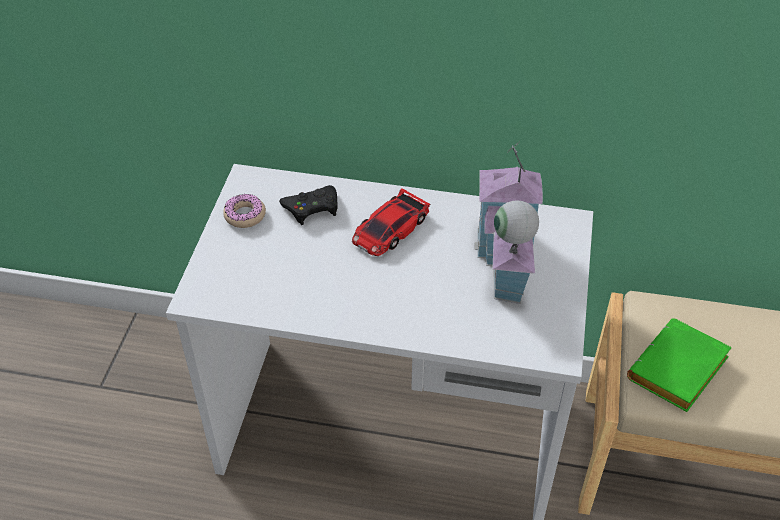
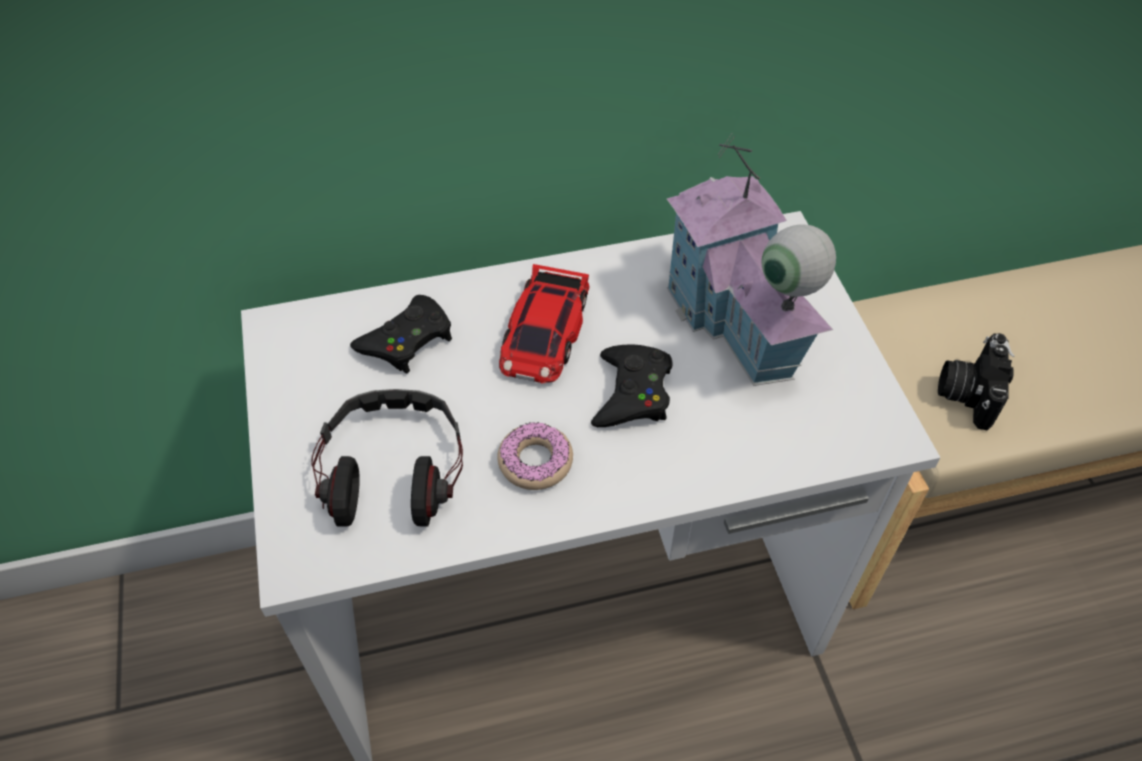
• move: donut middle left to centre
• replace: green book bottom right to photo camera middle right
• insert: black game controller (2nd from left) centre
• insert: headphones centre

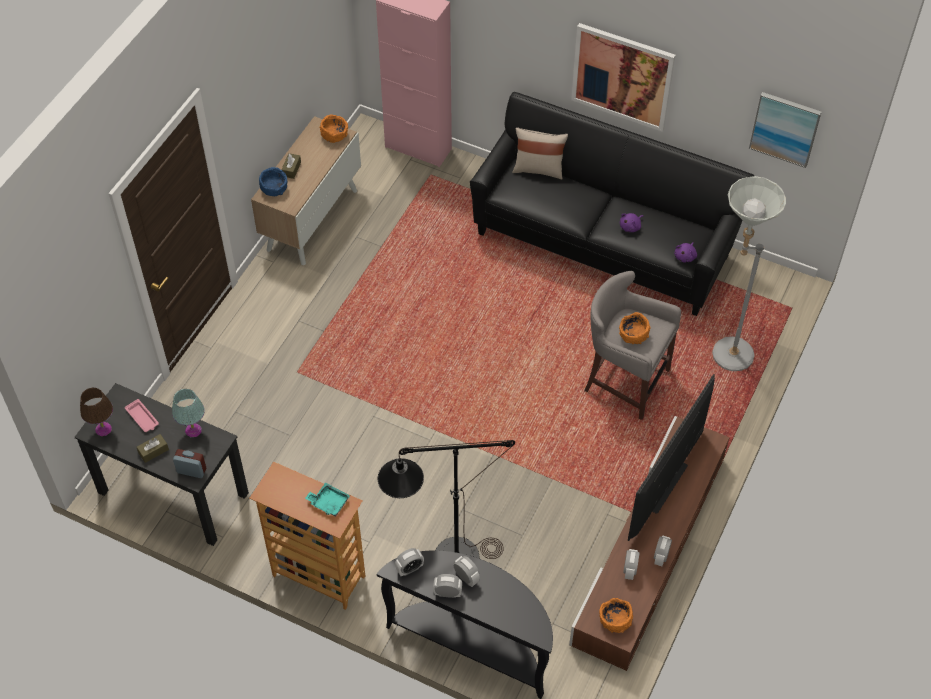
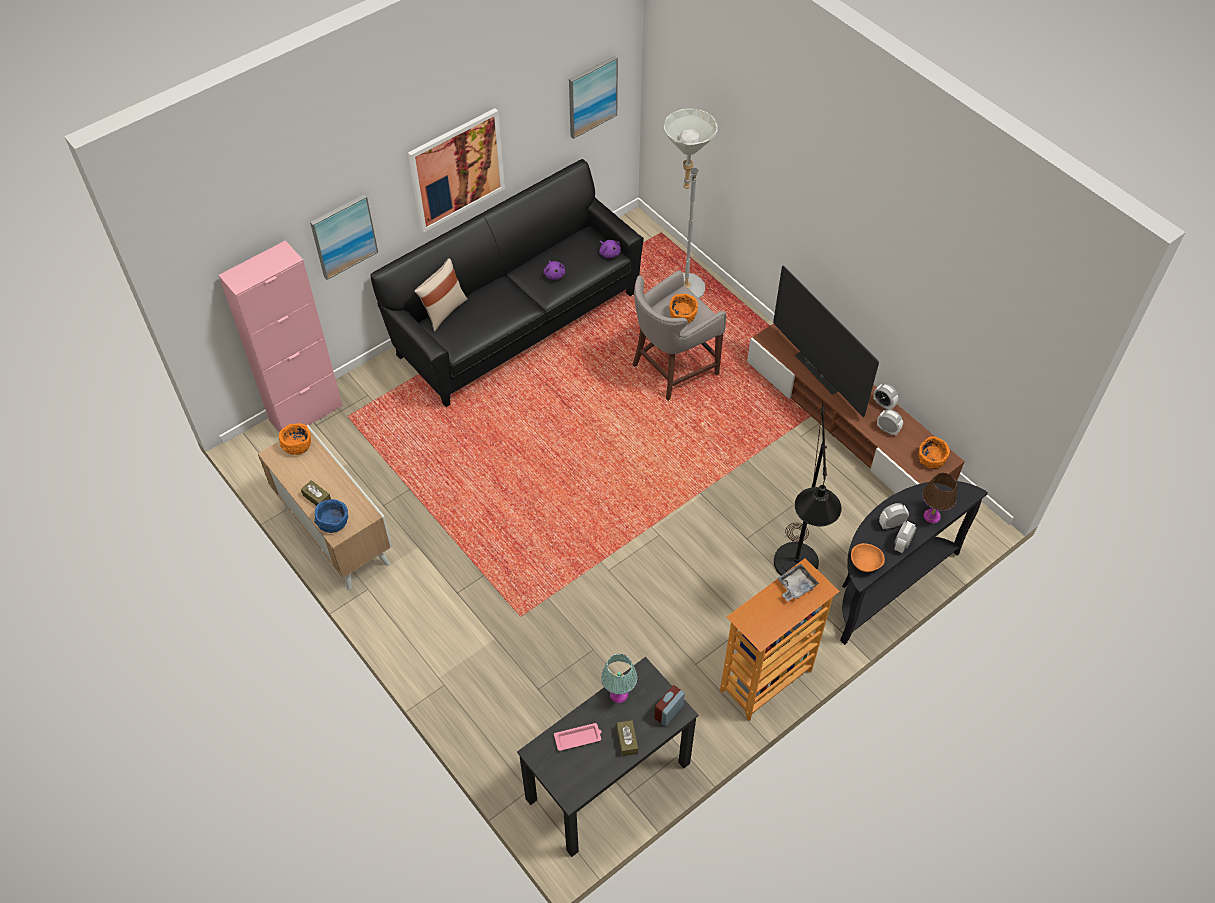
• move: brown table lamp middle left to middle right
• recolor: turquoise tray bottom centre to grey tray centre
• replace: alarm clock (2nd from left) bottom centre to orange bowl (3rd from left) middle right
• insert: picture (1st from left) top left

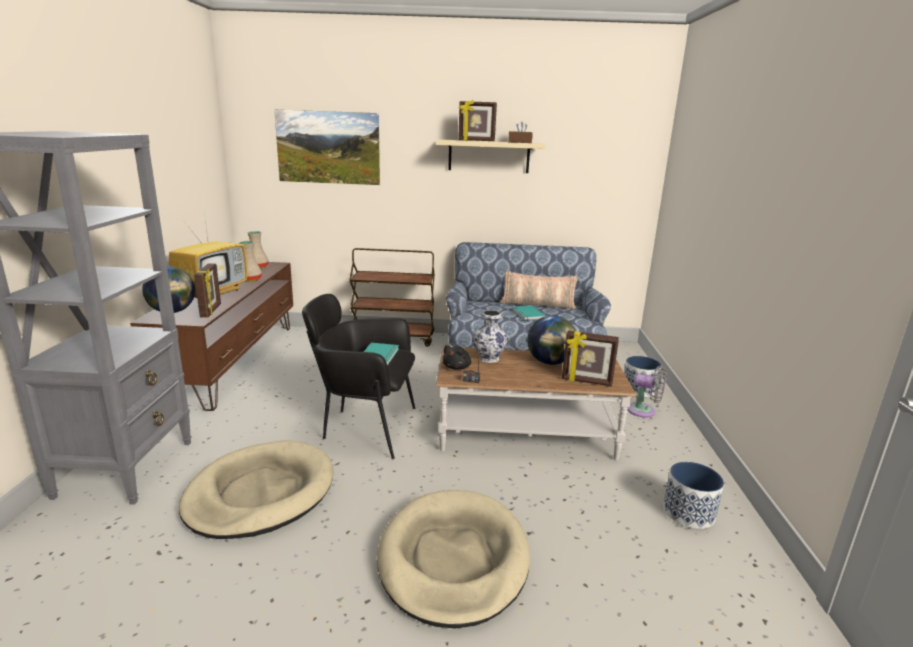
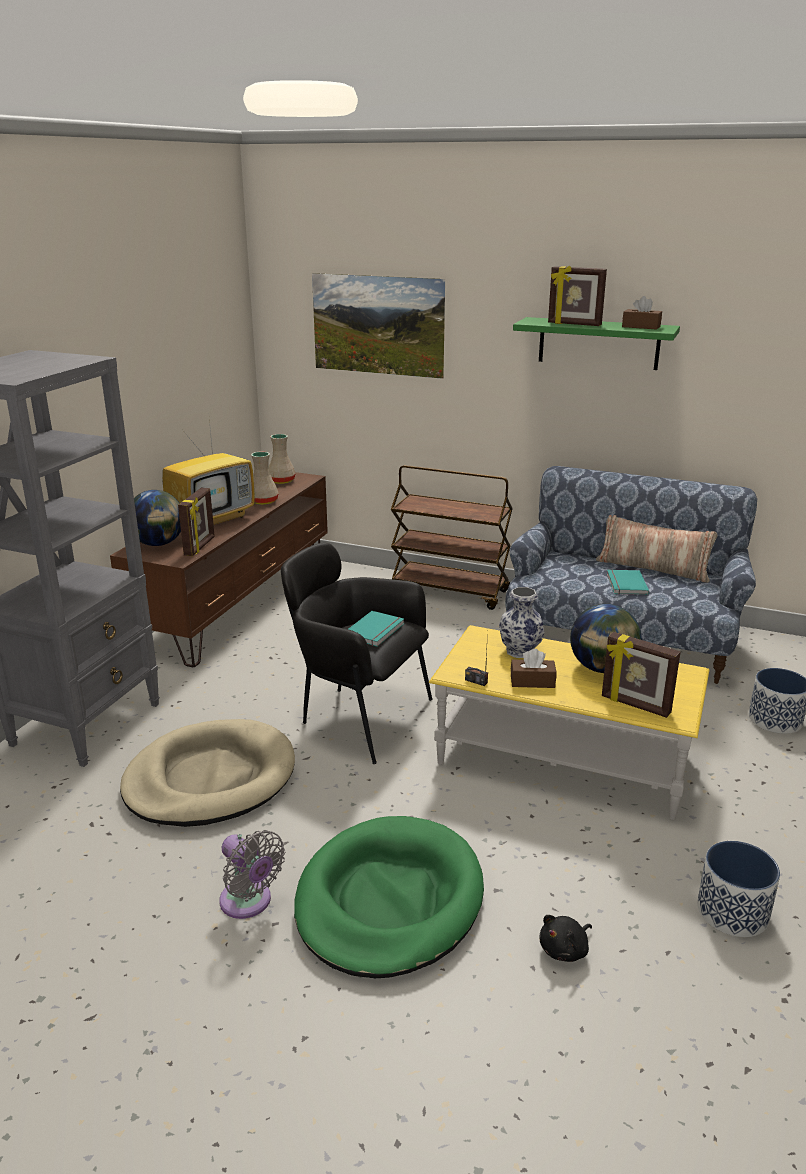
• recolor: beige shelf top centre to green shelf top right
• move: black plush toy centre to bottom right
• recolor: brown coffee table centre to yellow coffee table middle right
• move: grey fan middle right to bottom left
• recolor: beige dog bed (2nd from left) bottom centre to green dog bed bottom centre
• insert: brown tissue box (1st from left) centre

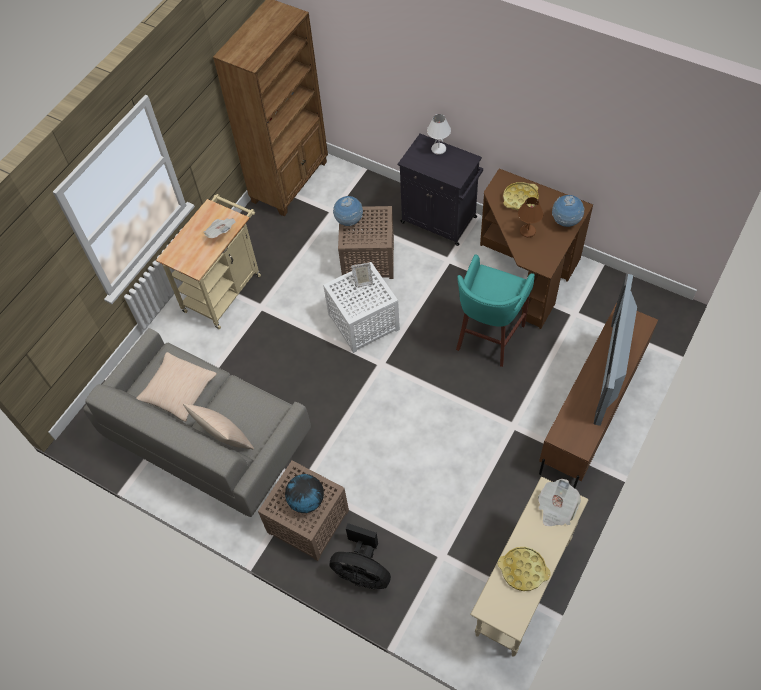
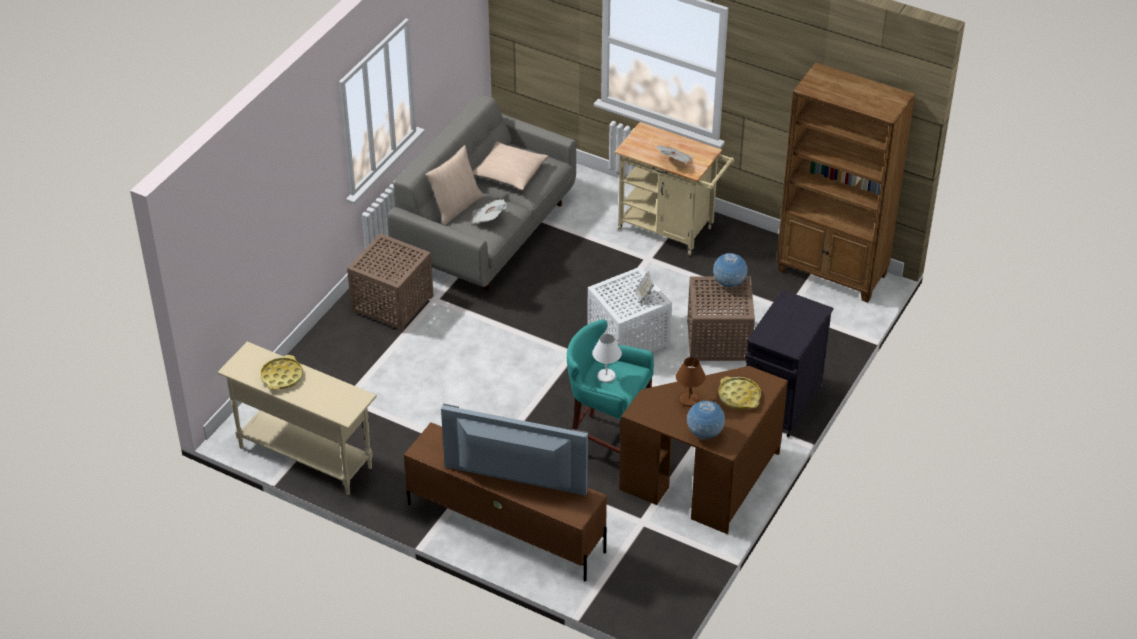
• move: white table lamp top centre to centre
• delete: globe (1st from left) bottom centre
• move: newspaper (2nd from left in the first image) bottom right to newspaper (1st from left) top centre
• delete: black fan bottom centre

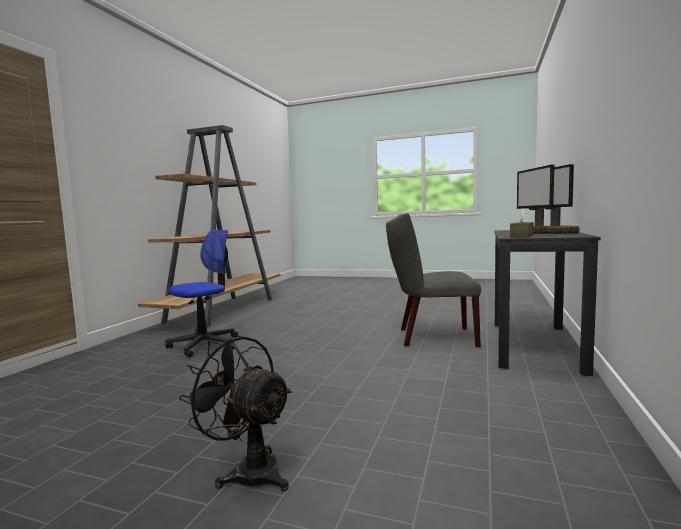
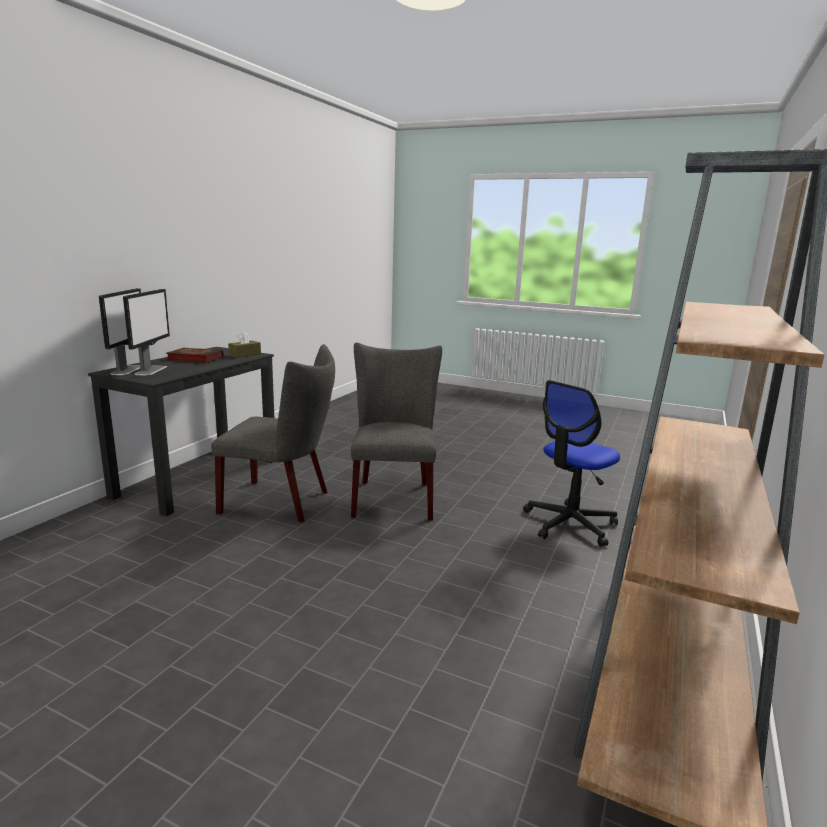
• delete: black fan bottom centre
• insert: grey chair (2nd from left) centre

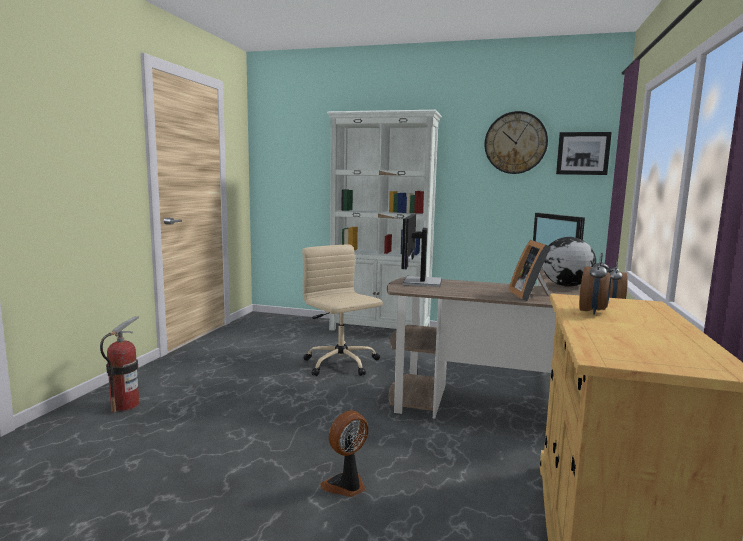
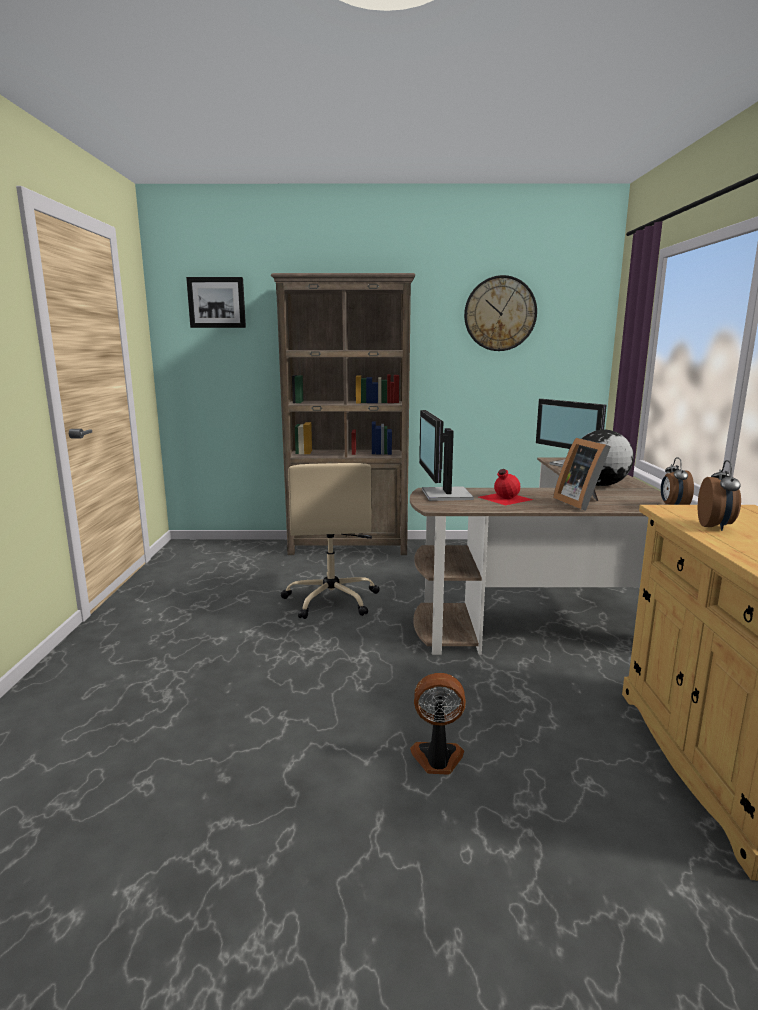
• recolor: white bookcase centre to brown bookcase centre
• move: picture top right to top left
• rotate: beige office chair centre = centre 135 degrees counterclockwise
• delete: fire extinguisher bottom left
• rotate: fan bottom centre = bottom centre 60 degrees clockwise
• insert: red bottle middle right

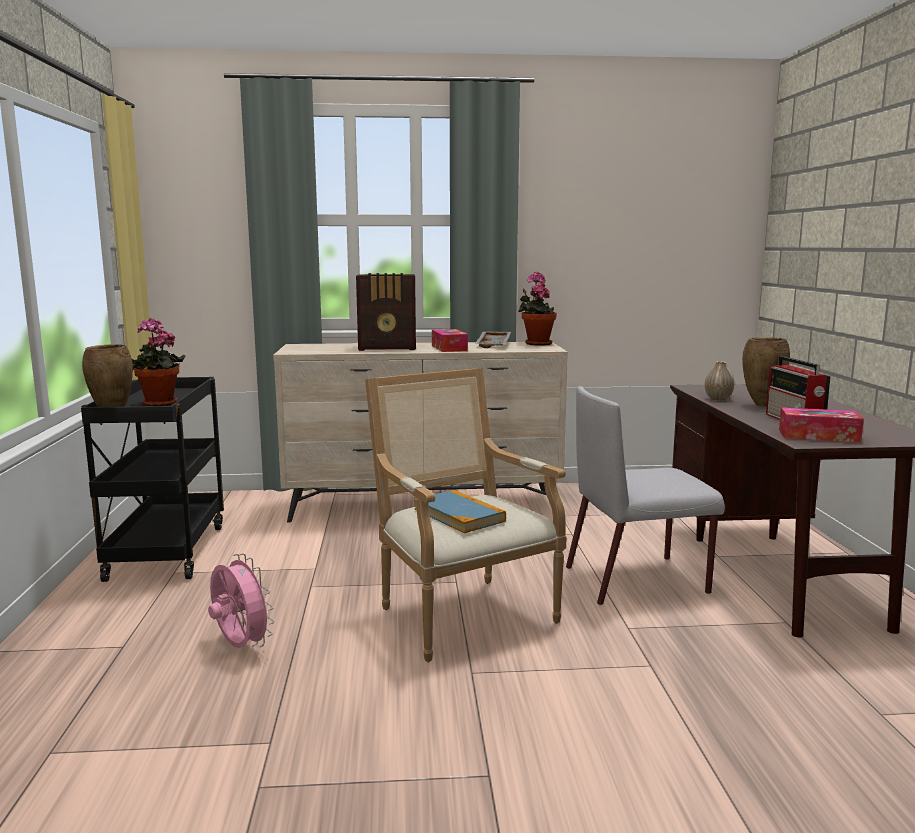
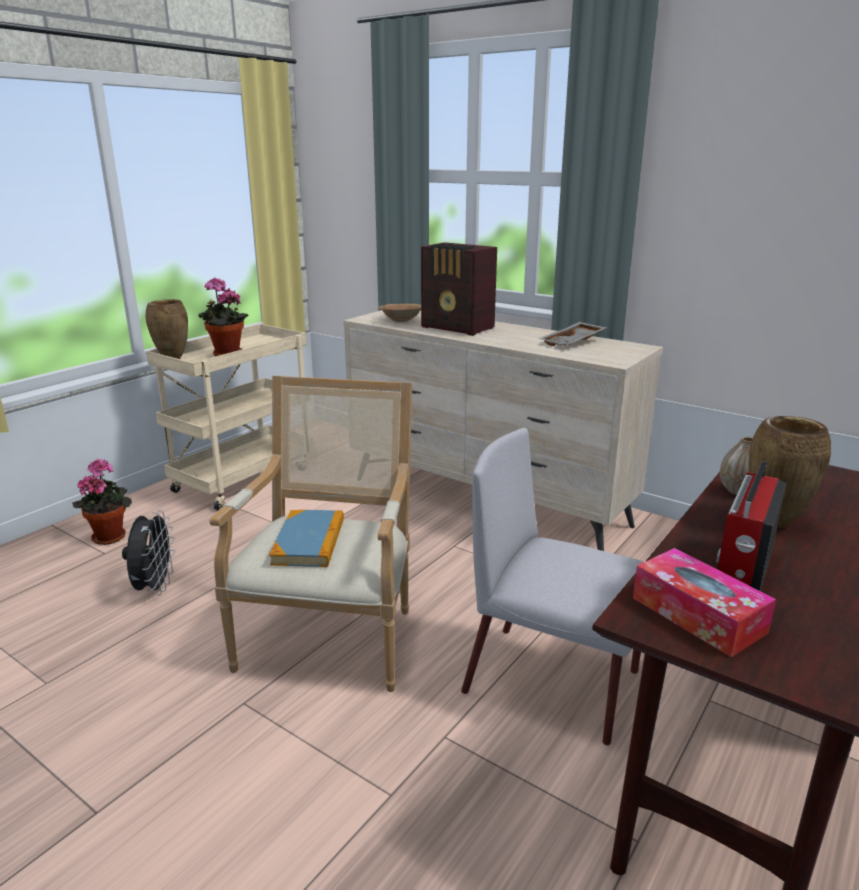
• move: potted plant (2nd from left in the first image) centre to potted plant (1st from left) middle left
• delete: tissue box (1st from left) centre
• recolor: black cart middle left to beige cart middle left
• recolor: pink fan bottom left to black fan middle left
• insert: brown bowl centre

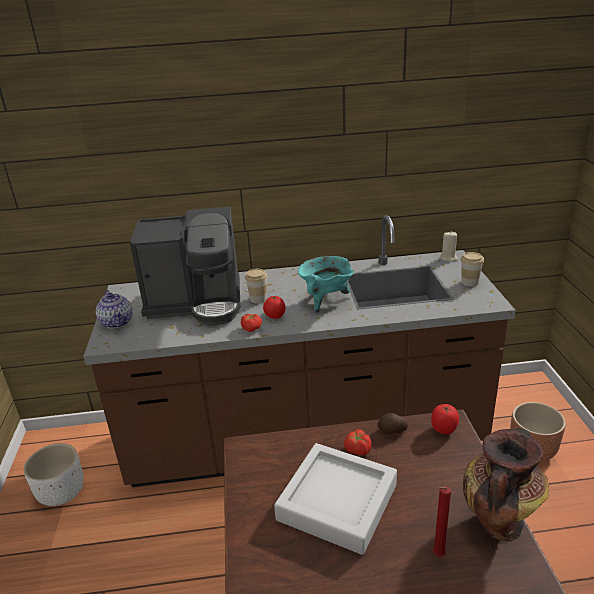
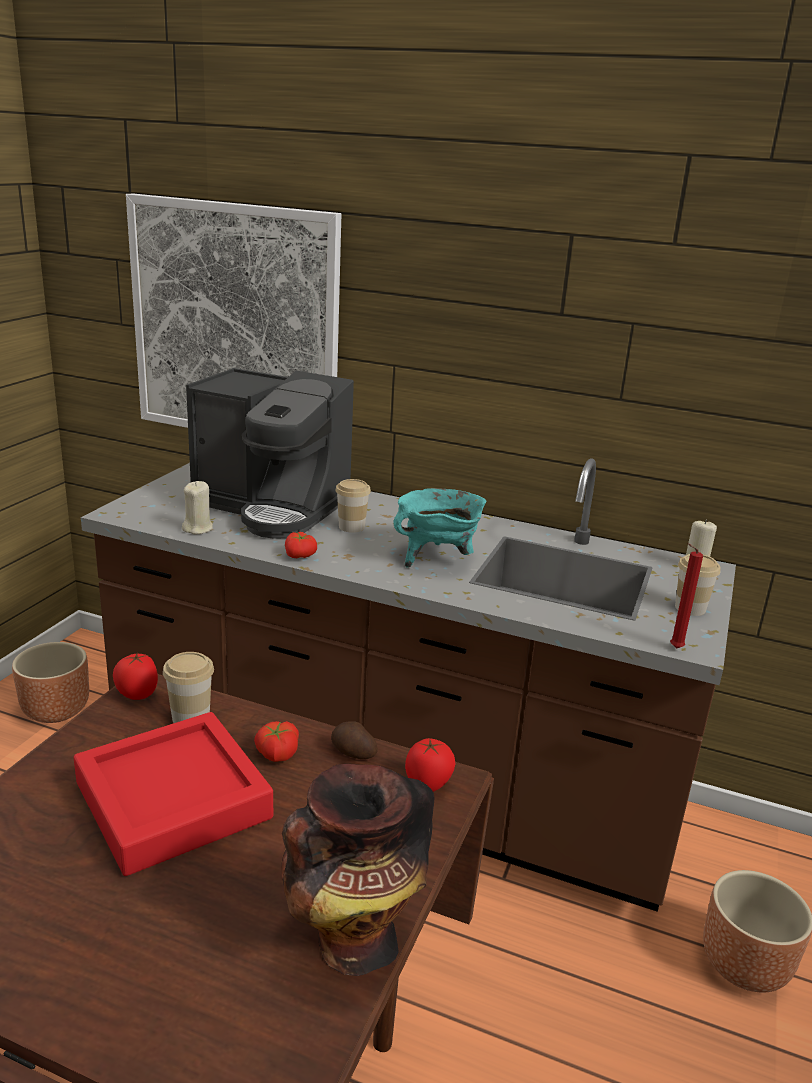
• delete: teapot middle left
• move: tomato (2nd from left in the first image) centre to tomato (1st from left) middle left
• recolor: white planter bottom left to brown planter (1st from left) middle left
• recolor: grey tray bottom centre to red tray bottom left
• move: red candle bottom right to middle right
• insert: picture top left
• insert: beige candle (1st from left) middle left
• insert: cup (1st from left) middle left

